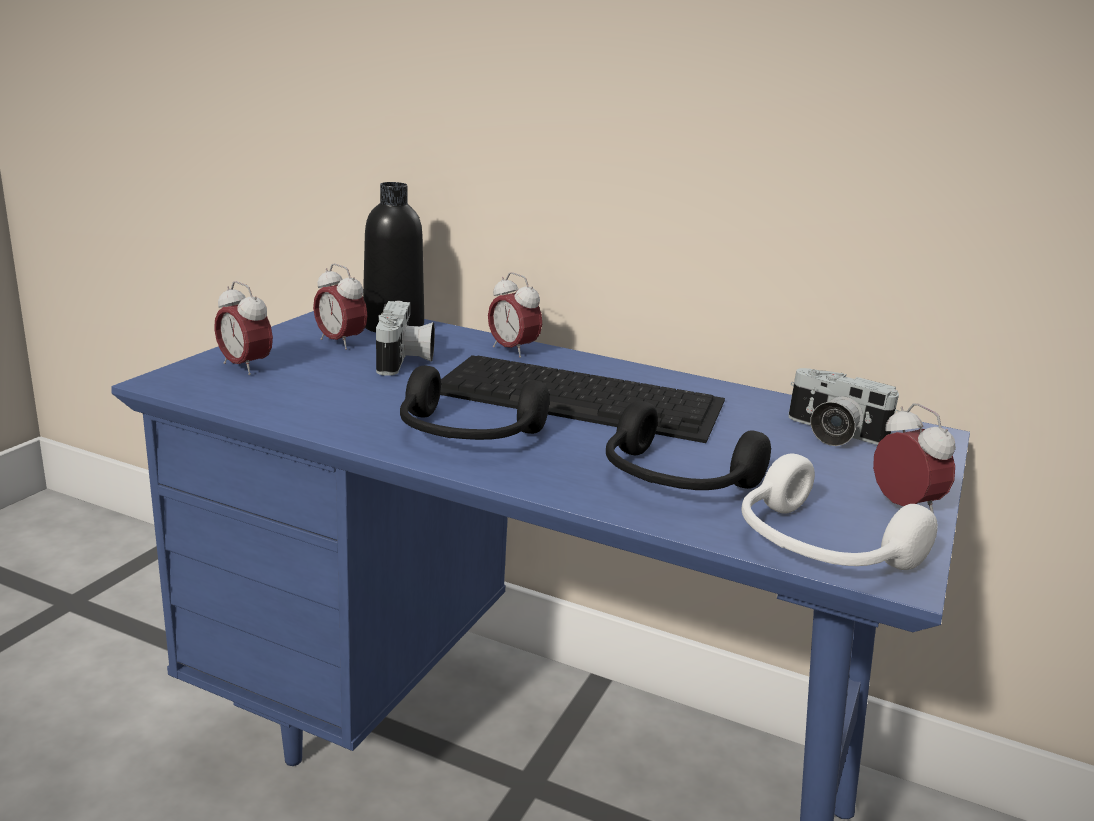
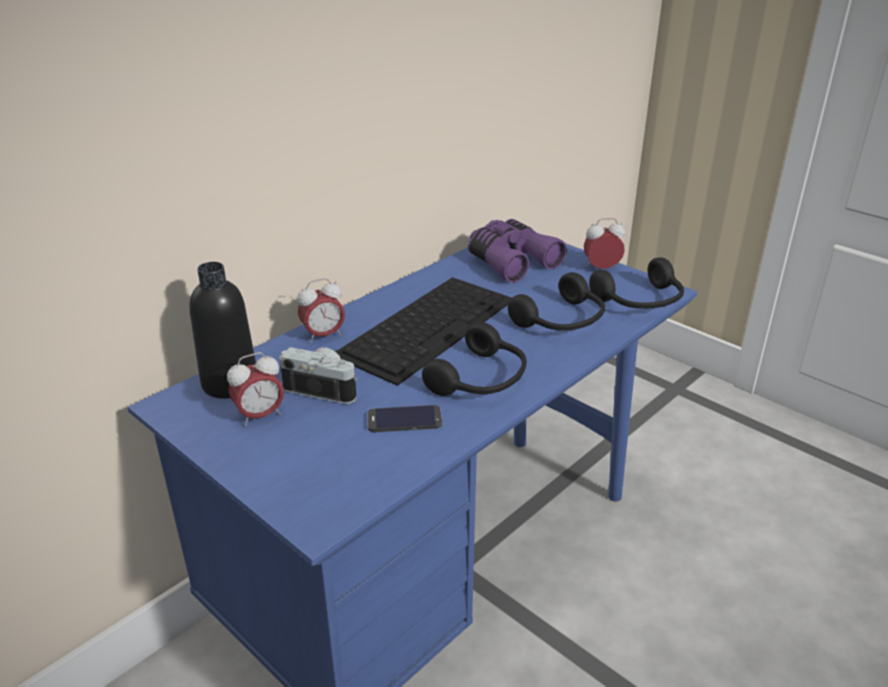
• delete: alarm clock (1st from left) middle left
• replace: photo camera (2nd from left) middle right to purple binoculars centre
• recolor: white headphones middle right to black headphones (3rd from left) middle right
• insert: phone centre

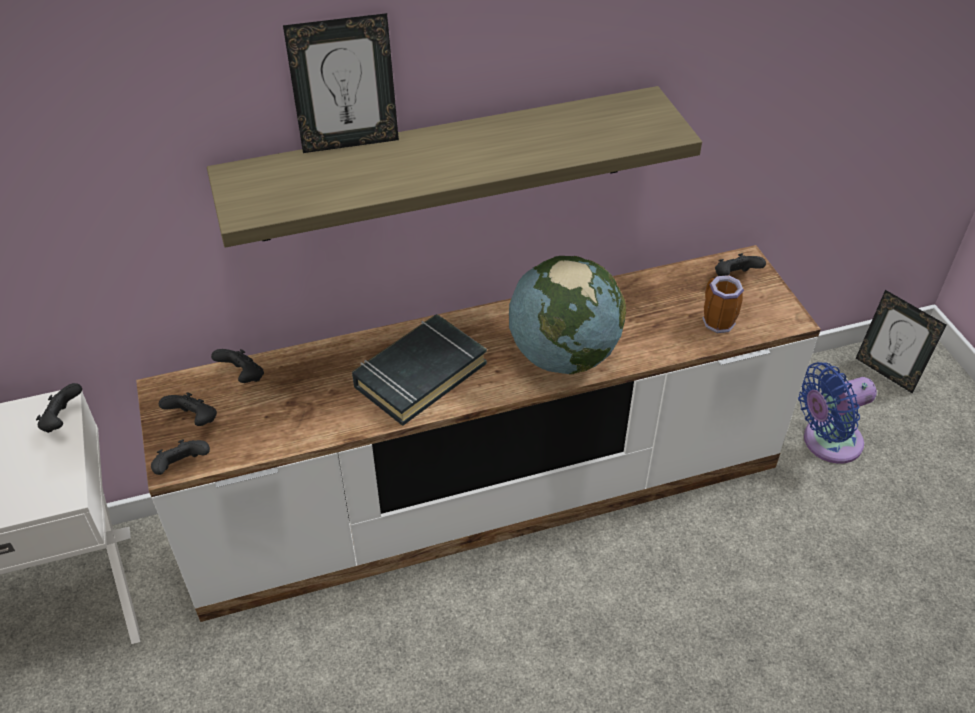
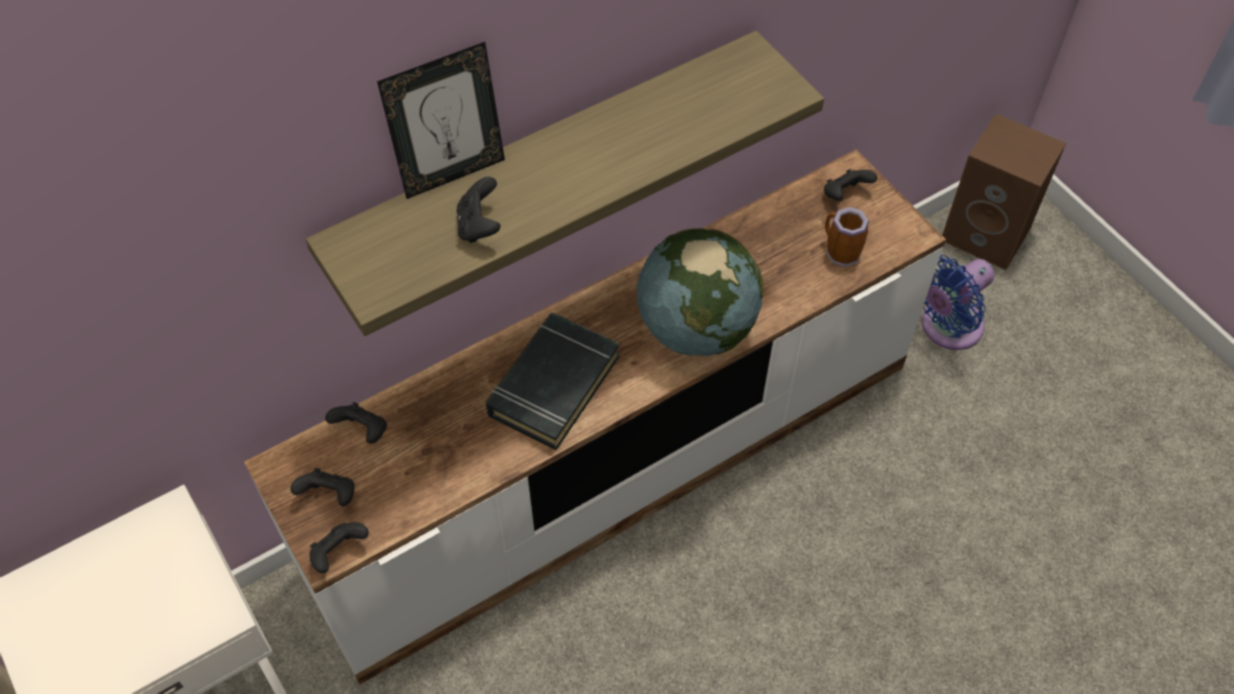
• replace: picture frame (2nd from left) middle right to brown speaker top right
• move: black game controller (1st from left in the first image) middle left to black game controller (4th from left) top centre

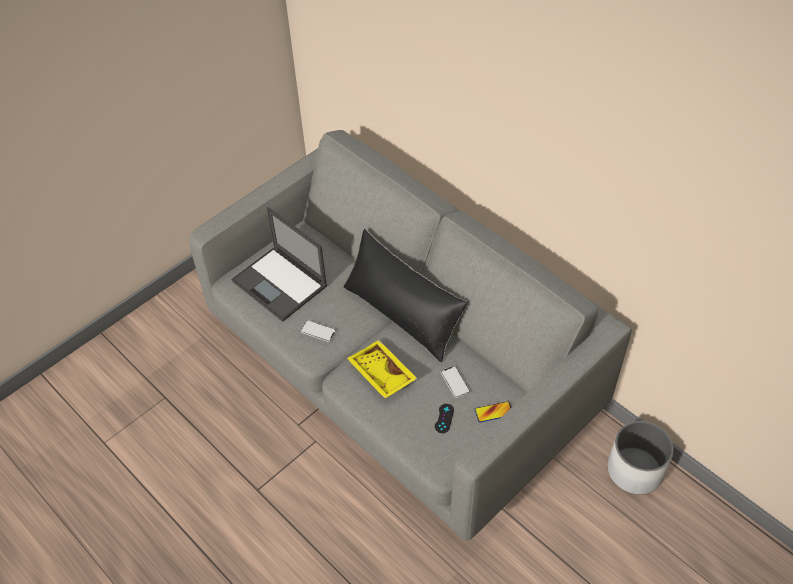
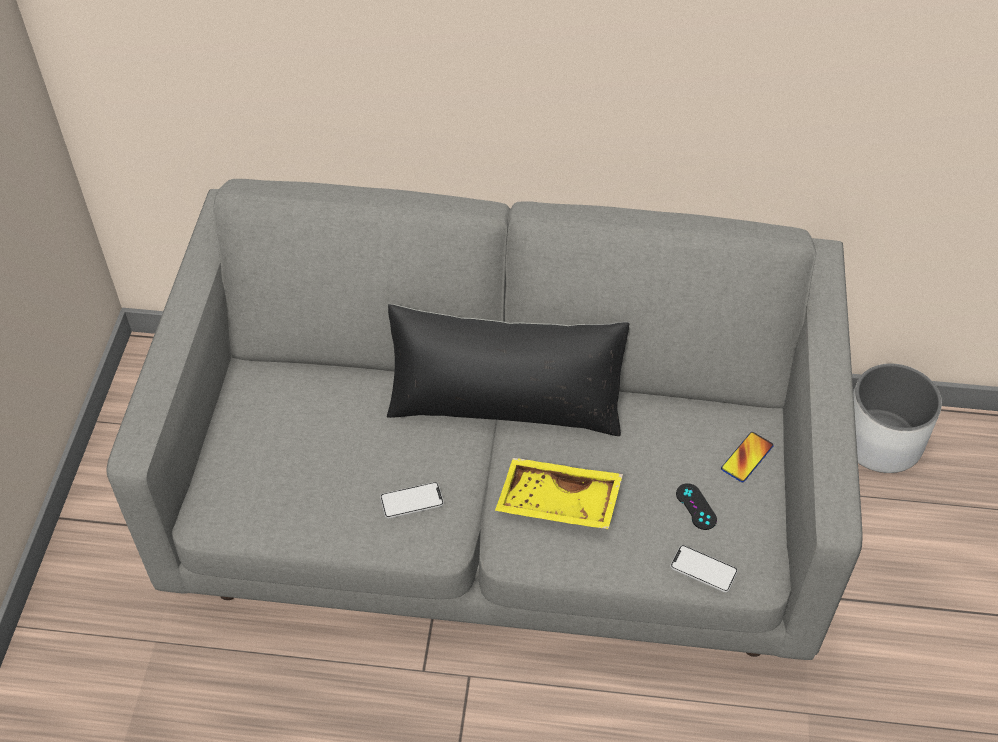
• delete: laptop centre
• move: phone (2nd from left) centre to bottom right

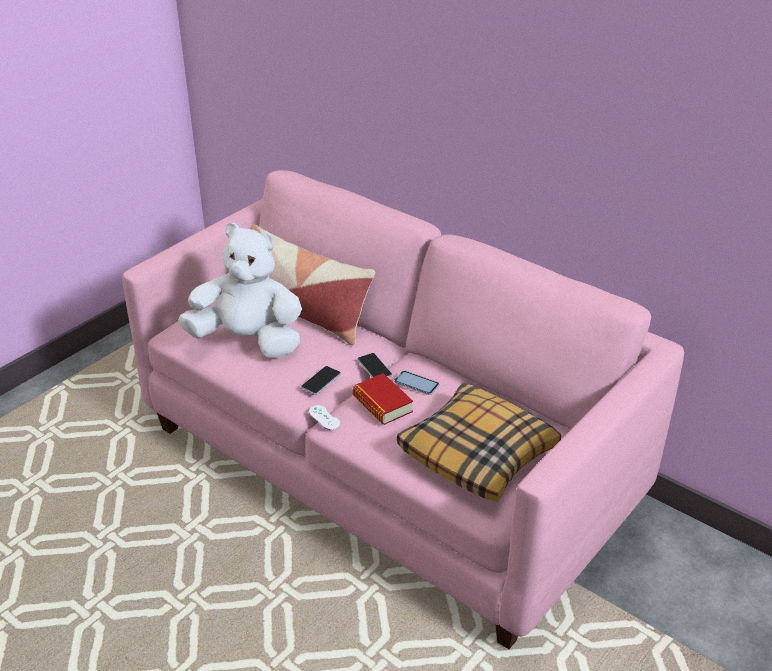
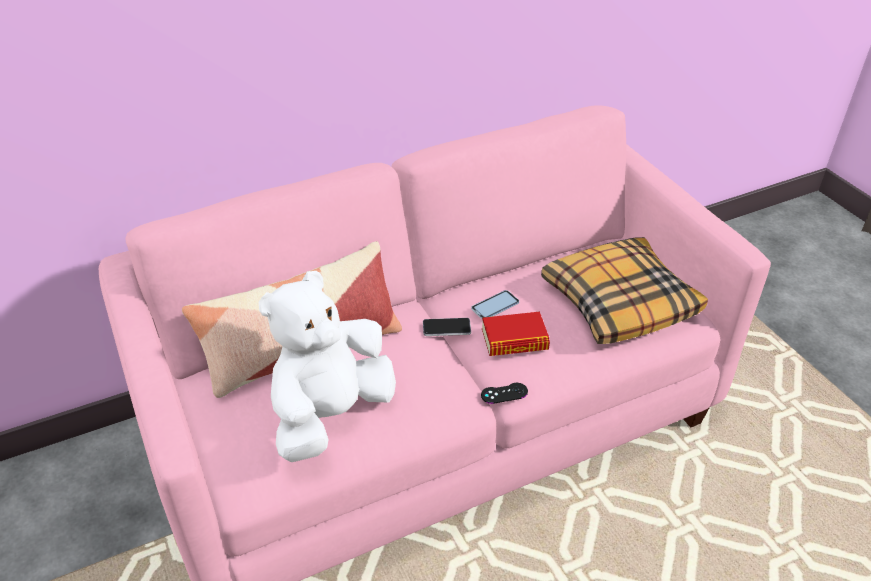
• delete: phone (1st from left) centre
• recolor: white game controller centre to black game controller bottom centre

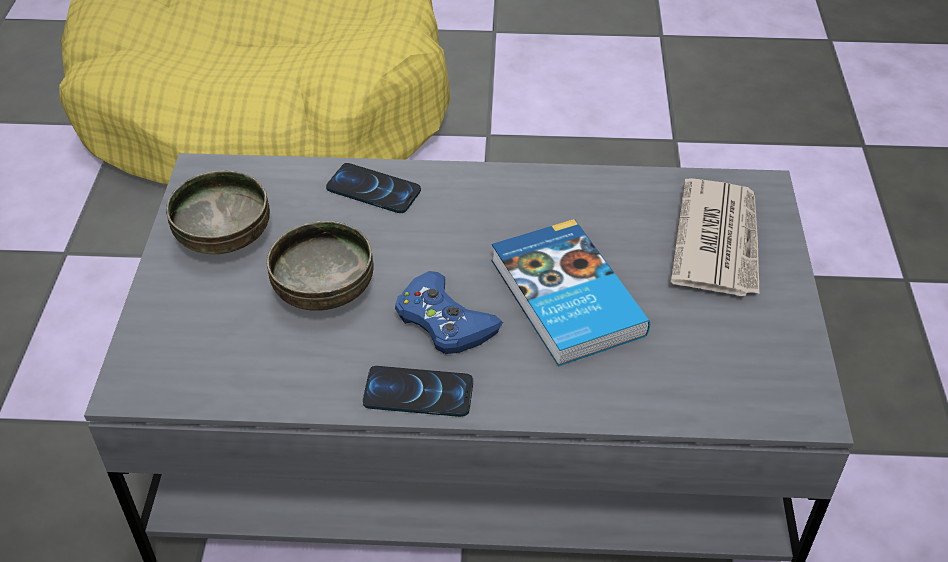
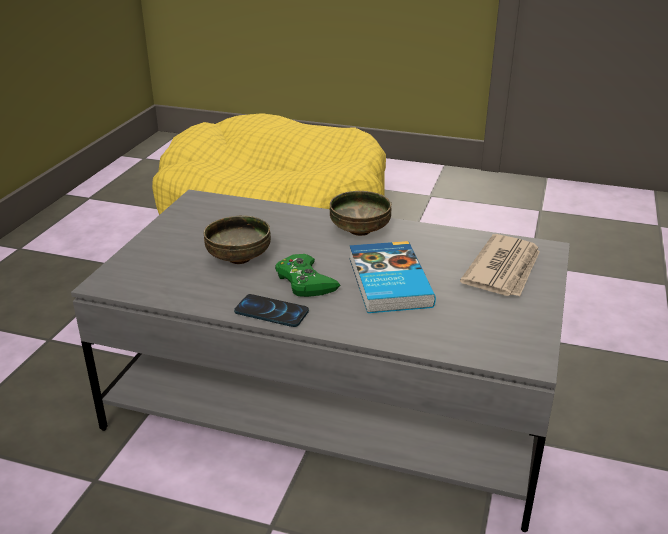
• delete: phone (1st from left) centre
• move: bowl (1st from left in the first image) middle left to bowl (2nd from left) centre
• recolor: blue game controller centre to green game controller centre

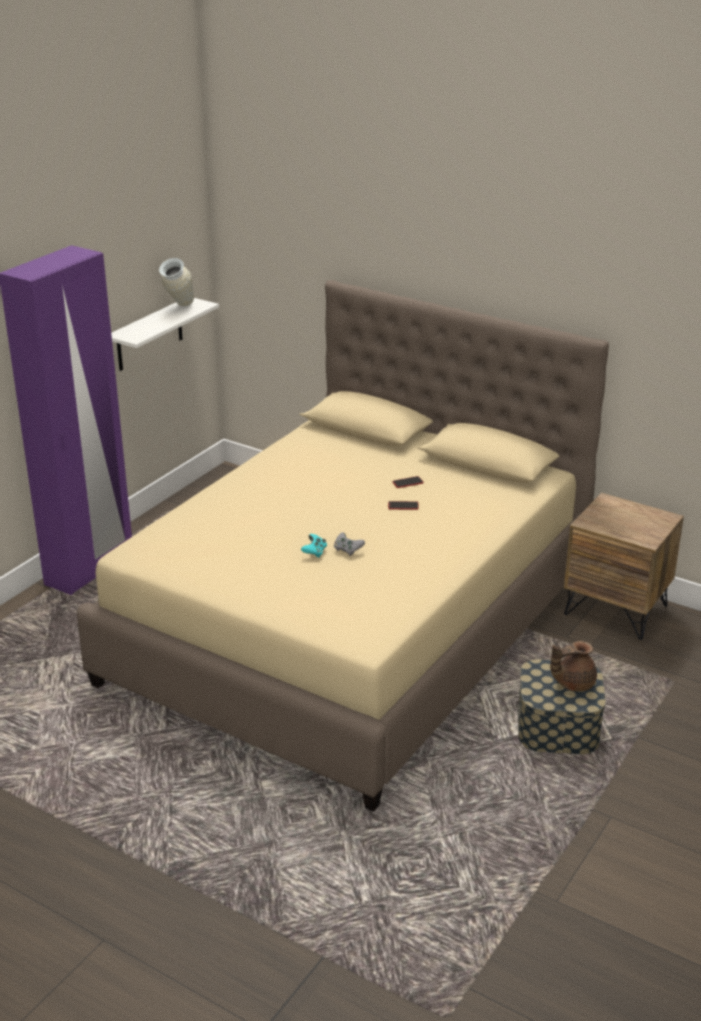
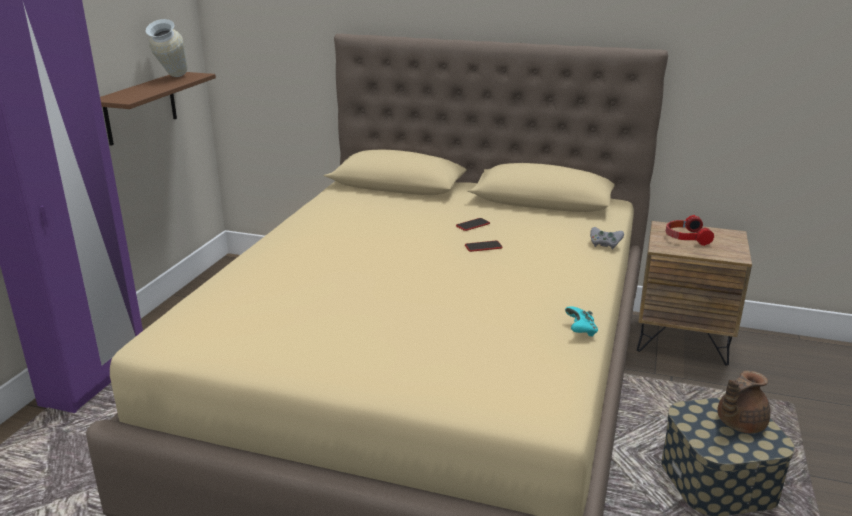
• recolor: white shelf top left to brown shelf top left
• move: grey game controller centre to middle right
• move: turquoise game controller centre to middle right
• insert: headphones middle right

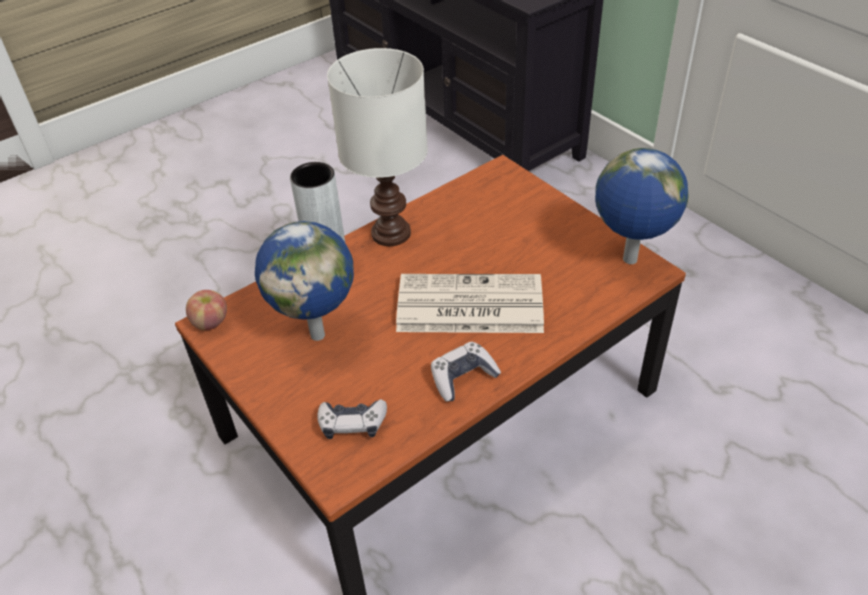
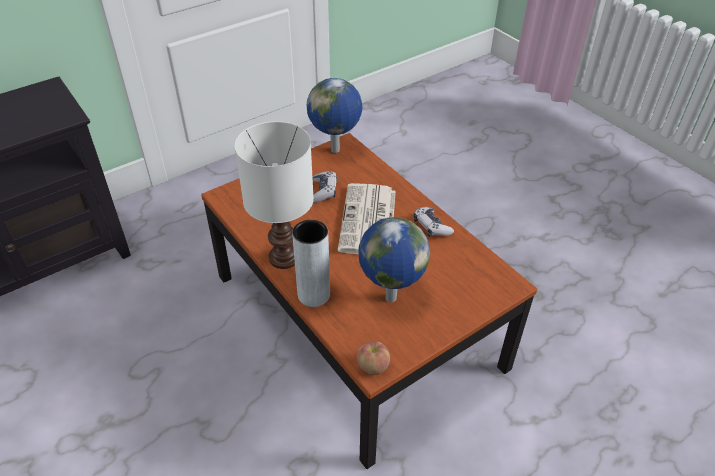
• move: game controller (1st from left) bottom centre to centre

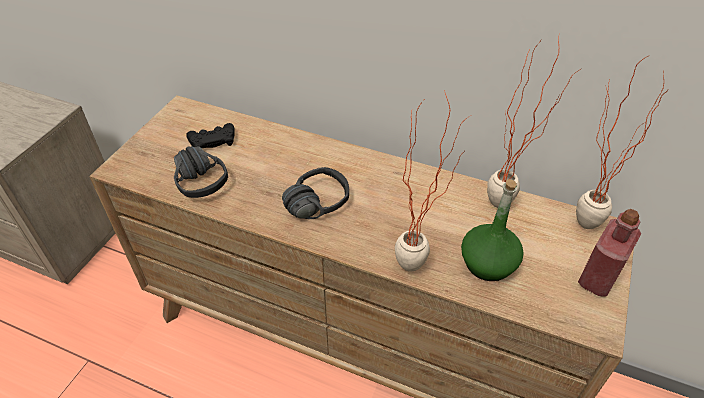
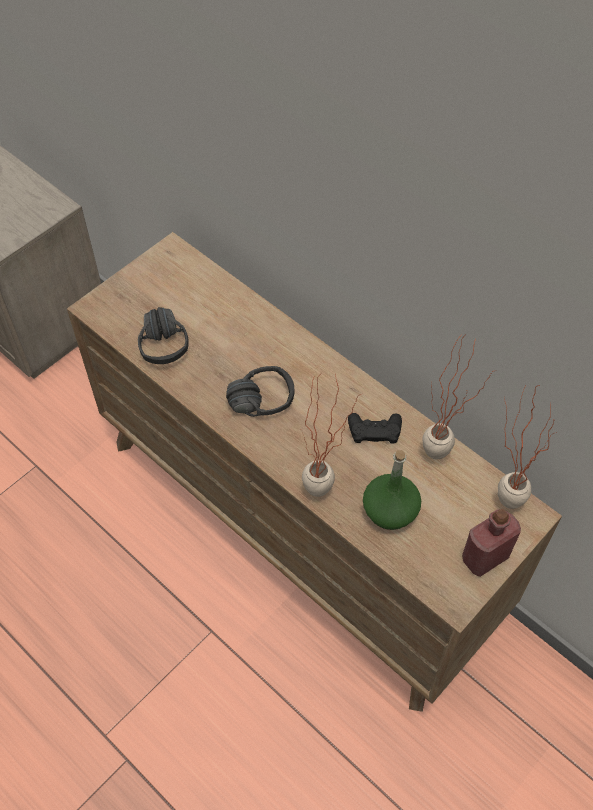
• move: black game controller middle left to centre

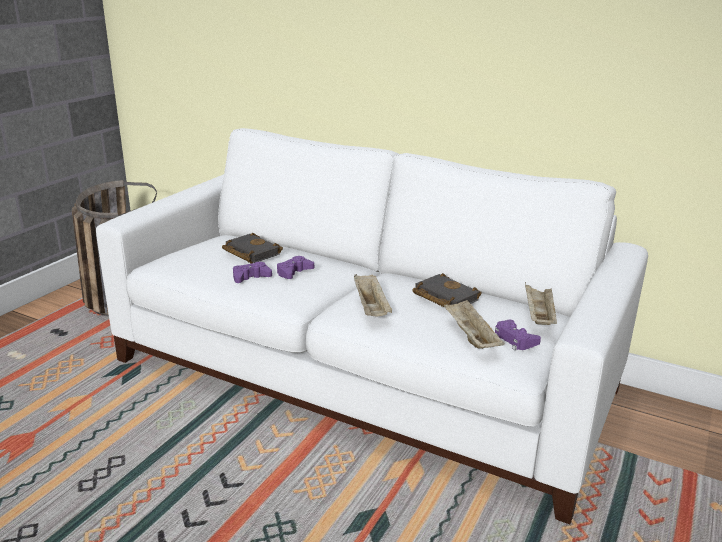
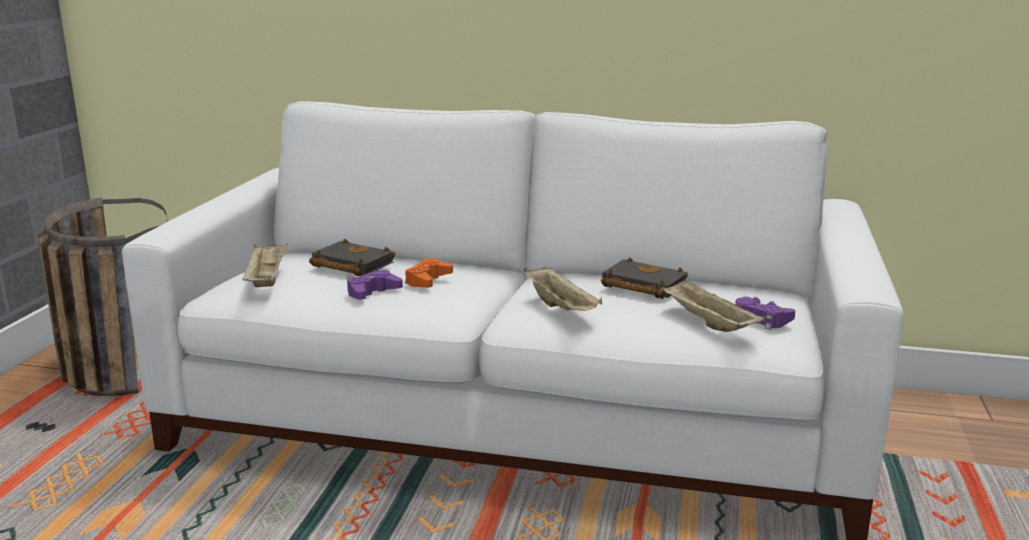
• recolor: purple game controller (2nd from left) centre to orange game controller centre
• move: beige tray (3rd from left in the first image) middle right to beige tray (1st from left) middle left

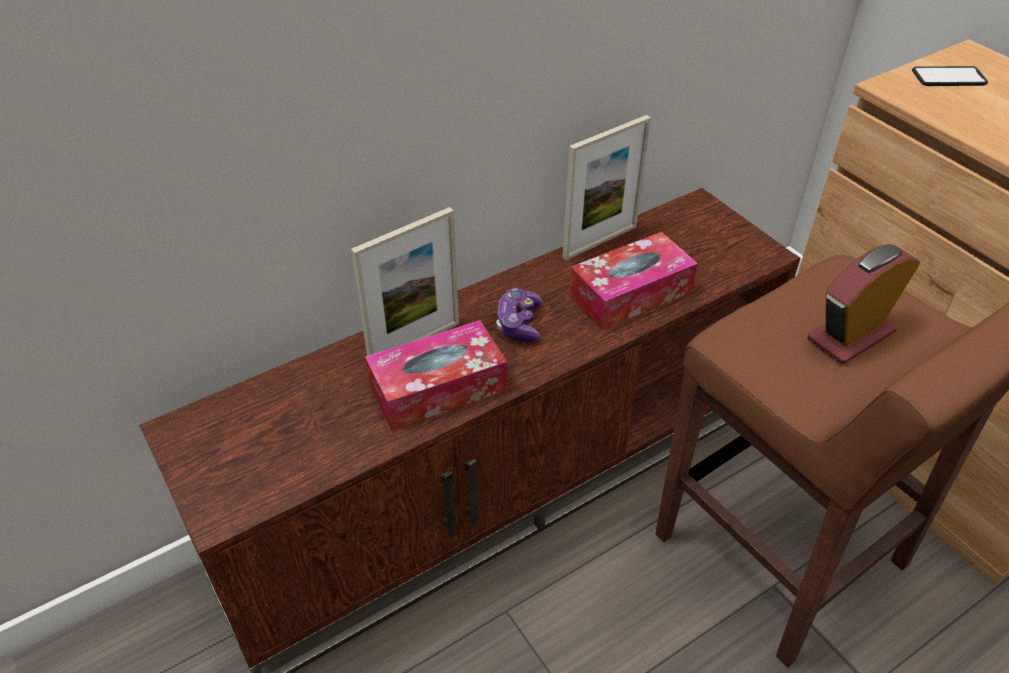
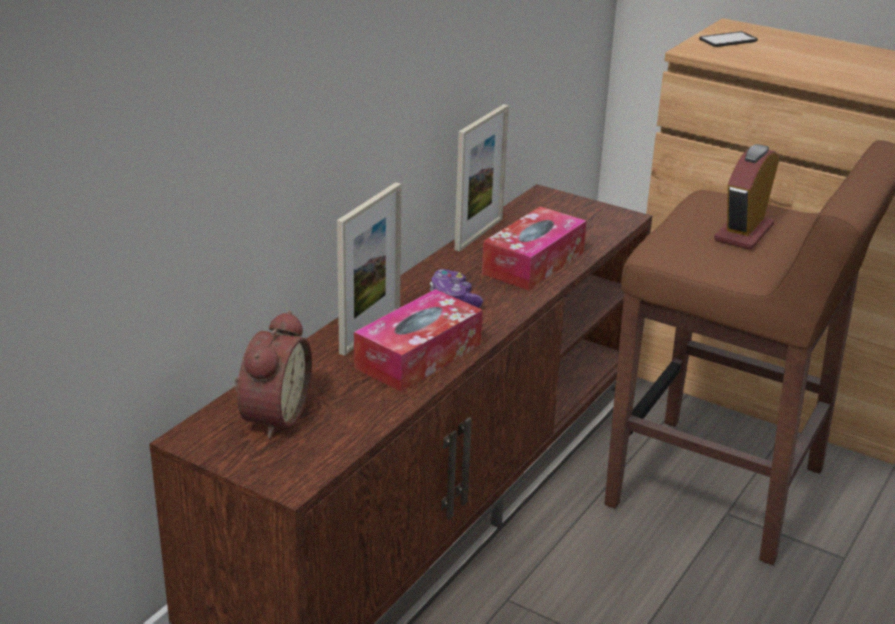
• insert: alarm clock (1st from left) middle left

